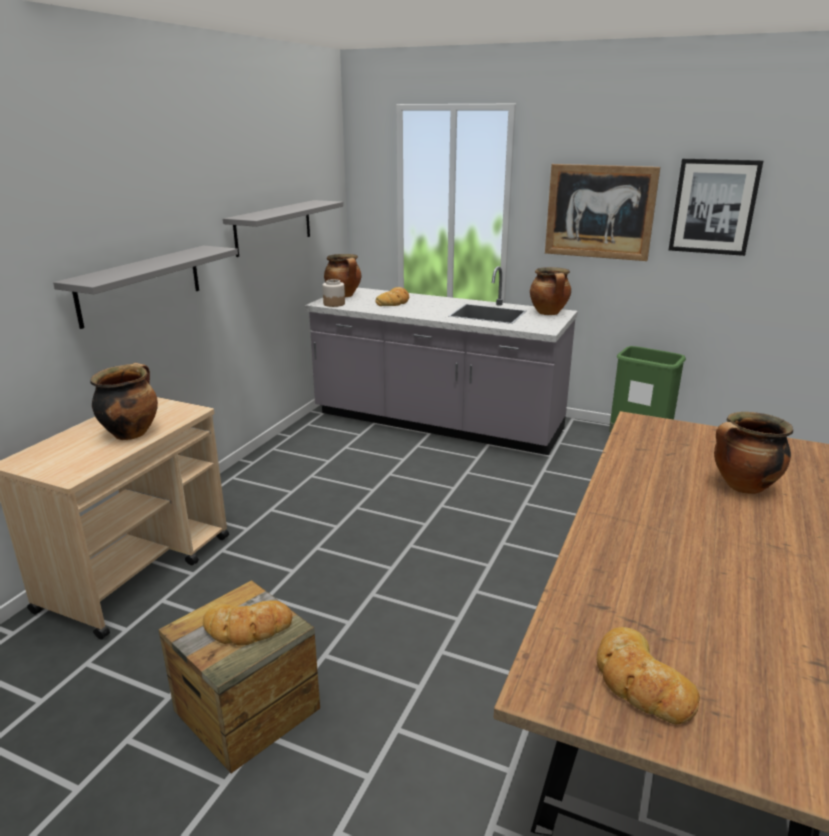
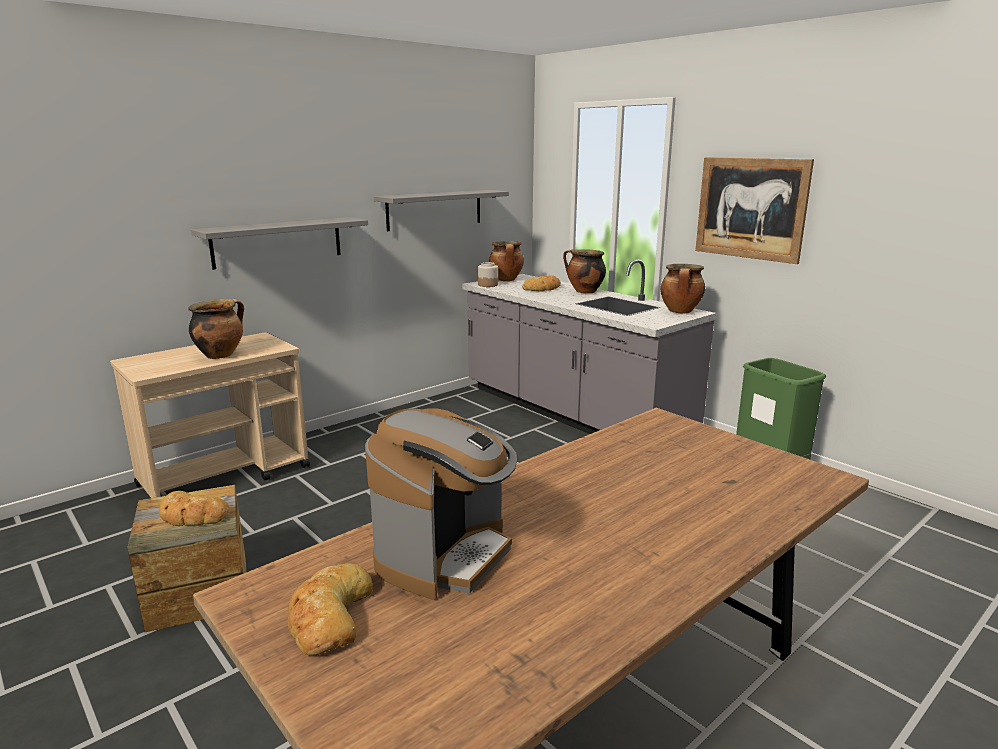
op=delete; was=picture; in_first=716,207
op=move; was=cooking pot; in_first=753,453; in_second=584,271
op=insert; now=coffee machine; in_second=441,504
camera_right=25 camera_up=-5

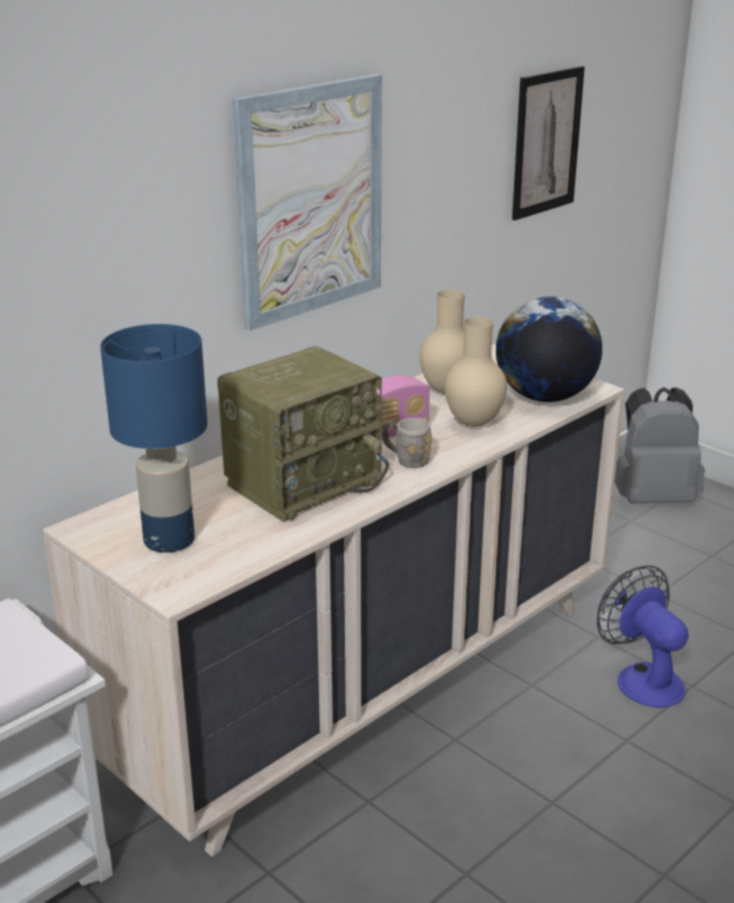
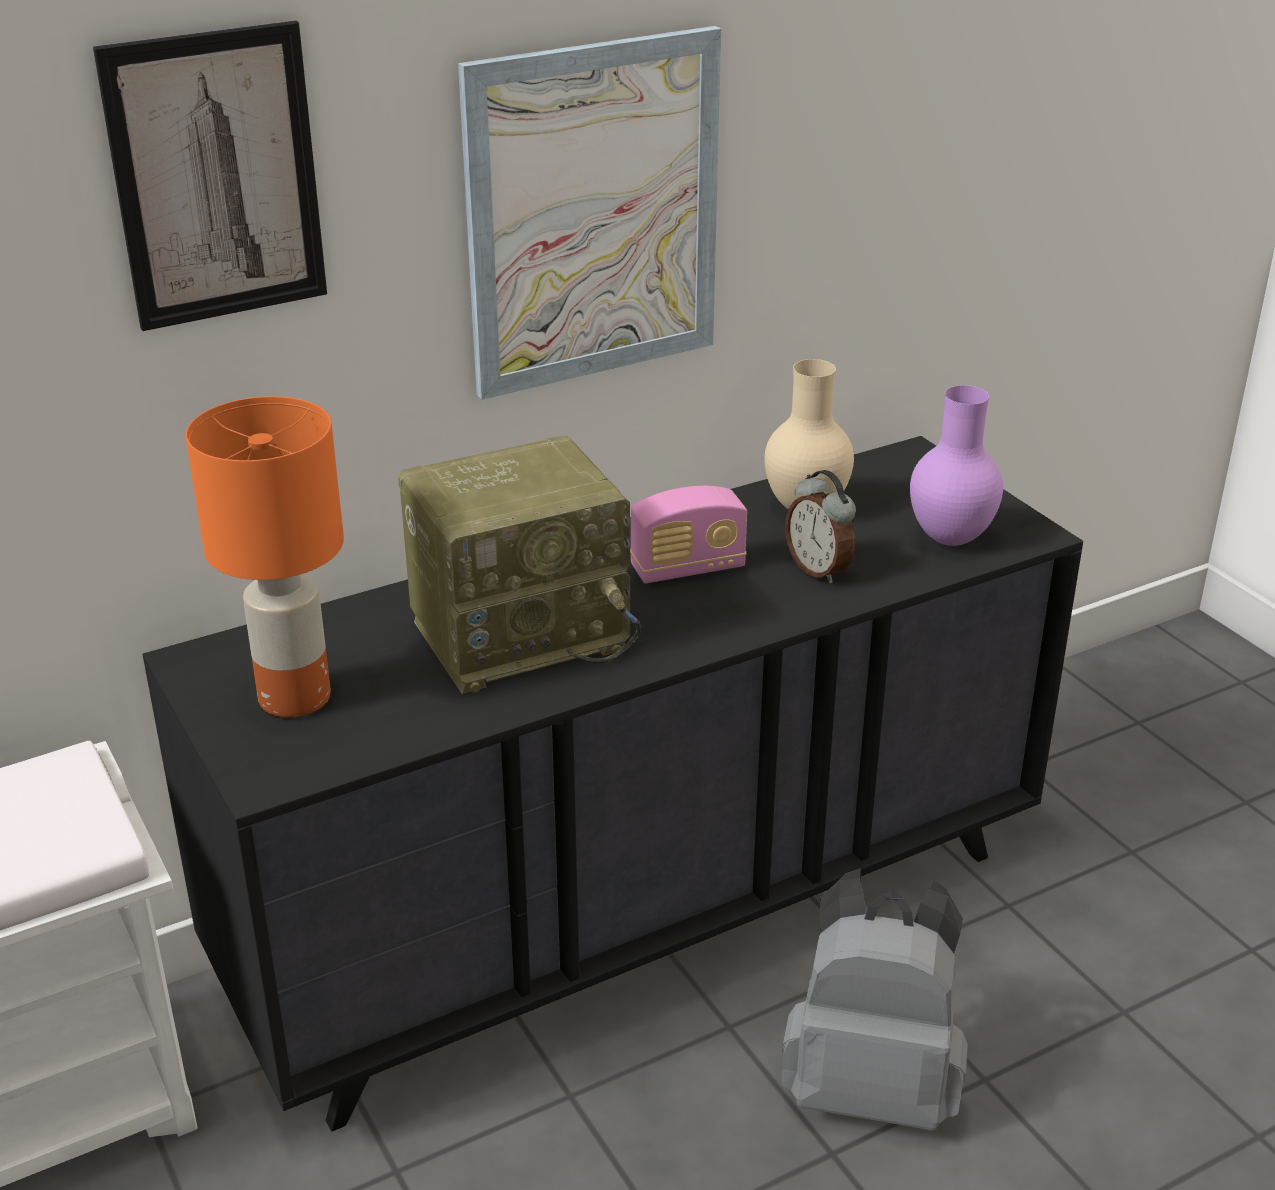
op=recolor; was=dresser in beige; now=dresser in black; in_first=334,600; in_second=613,784
op=recolor; was=table lamp in blue; now=table lamp in orange; in_first=154,438; in_second=265,557
op=delete; was=mug in grey; in_first=407,443
op=replace; was=vase in beige; now=alarm clock; in_first=476,372; in_second=820,526
op=replace; was=globe; now=vase in purple; in_first=549,349; in_second=956,465
op=move; was=picture; in_first=548,143; in_second=210,176
op=delete; was=fan; in_first=643,636
op=move; was=backpack in grey; in_first=660,445; in_second=874,999
camera_right=15 camera_up=5

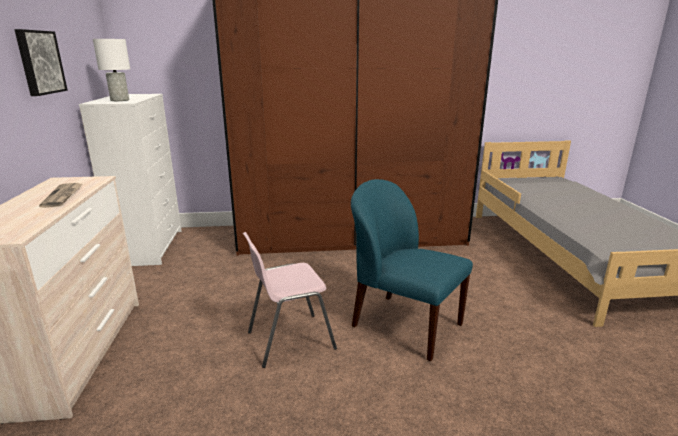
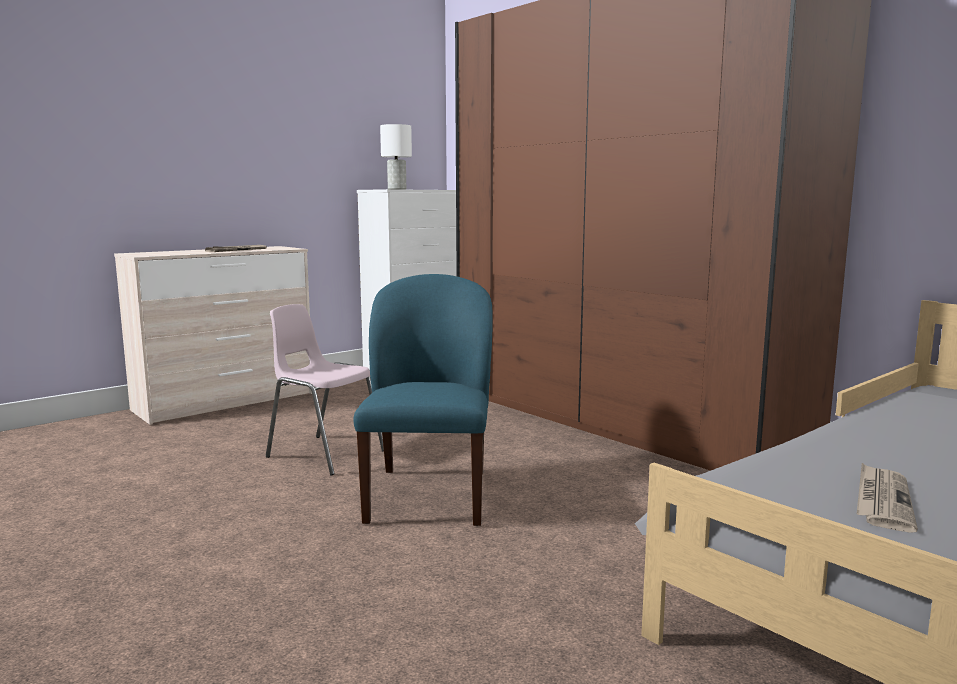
op=delete; was=picture; in_first=41,62
op=insert; now=newspaper; in_second=887,498
camera_right=55 camera_up=-10

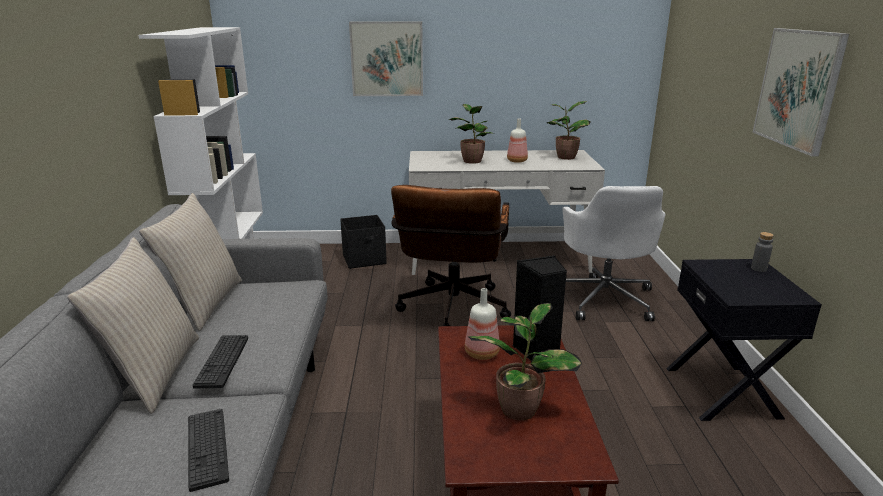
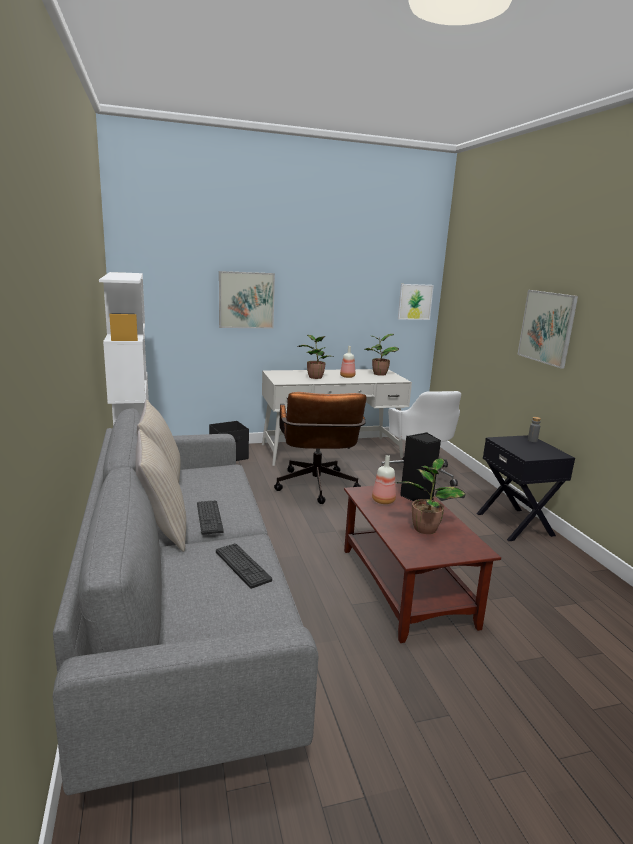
op=insert; now=picture; in_second=416,302
camera_right=-15 camera_up=-5

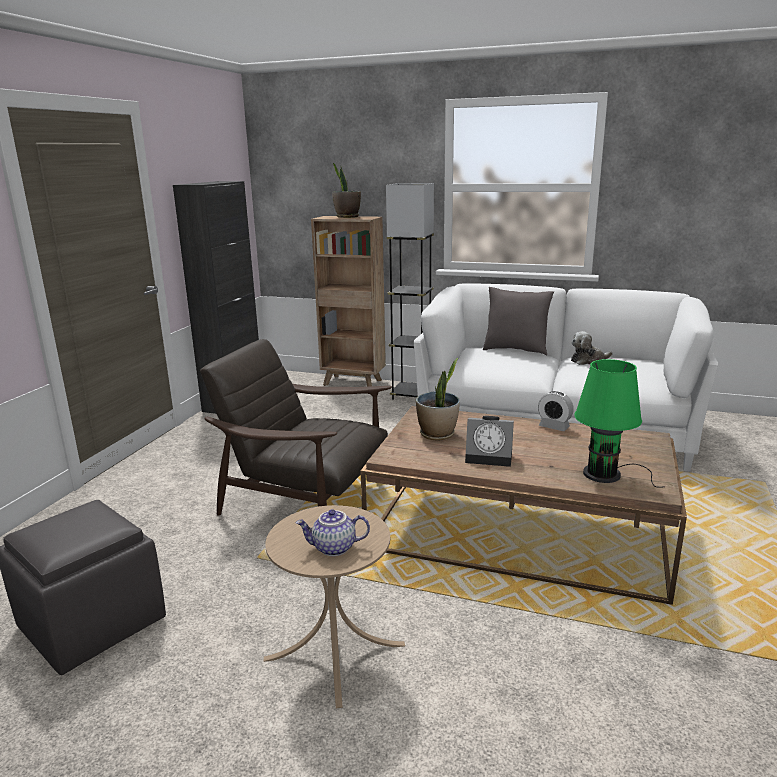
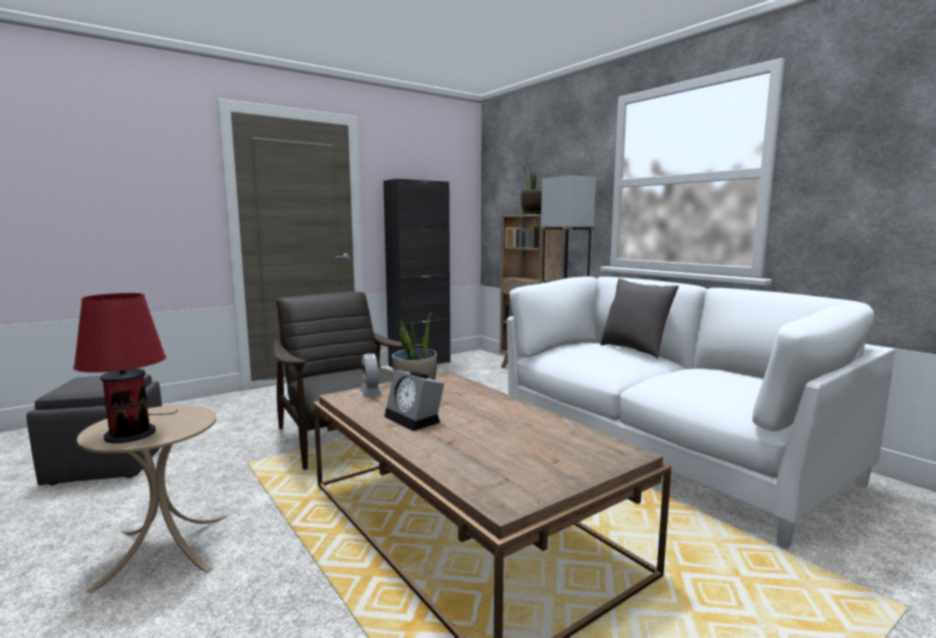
op=replace; was=teapot; now=table lamp in red; in_first=333,532; in_second=125,368
op=move; was=alarm clock; in_first=556,411; in_second=371,375
op=delete; was=plush toy; in_first=591,348
op=delete; was=table lamp in green; in_first=619,423
camera_right=35 camera_up=-10

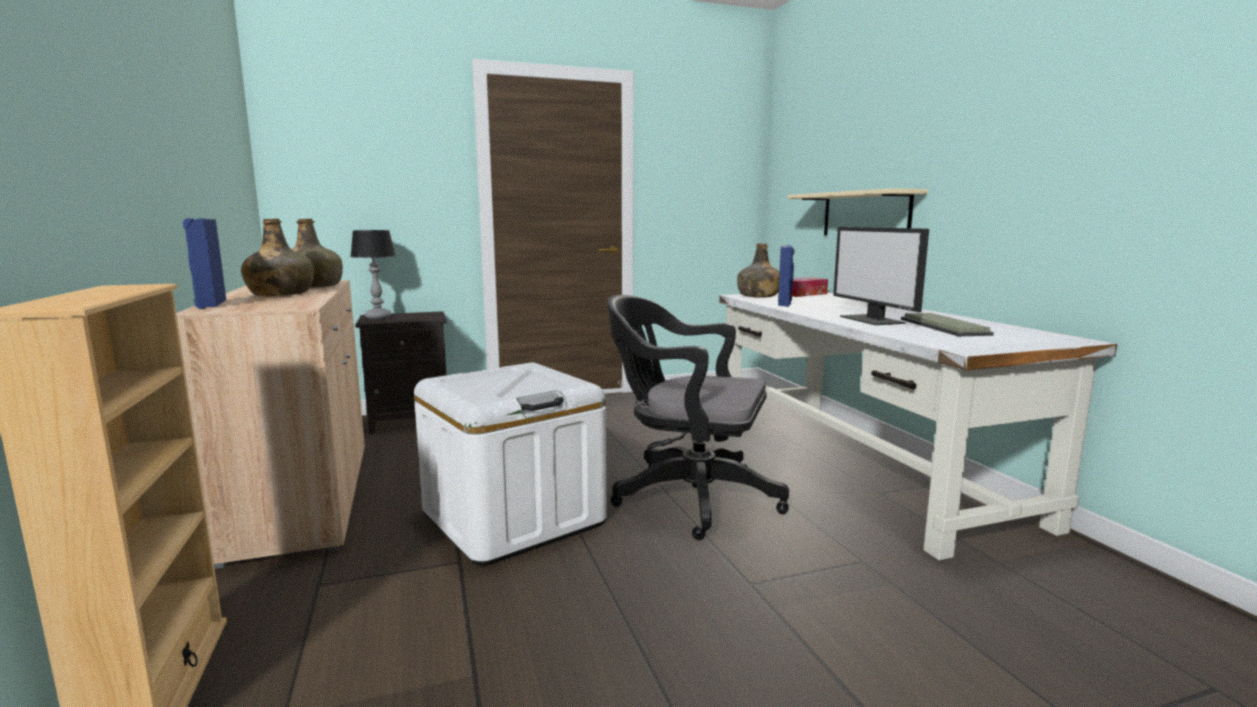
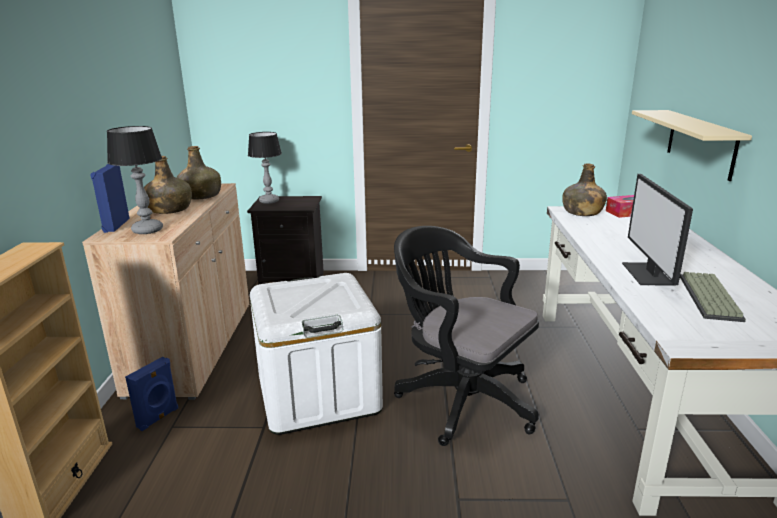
op=move; was=speaker in blue; in_first=786,276; in_second=151,394
op=insert; now=table lamp; in_second=135,180
camera_right=20 camera_up=10

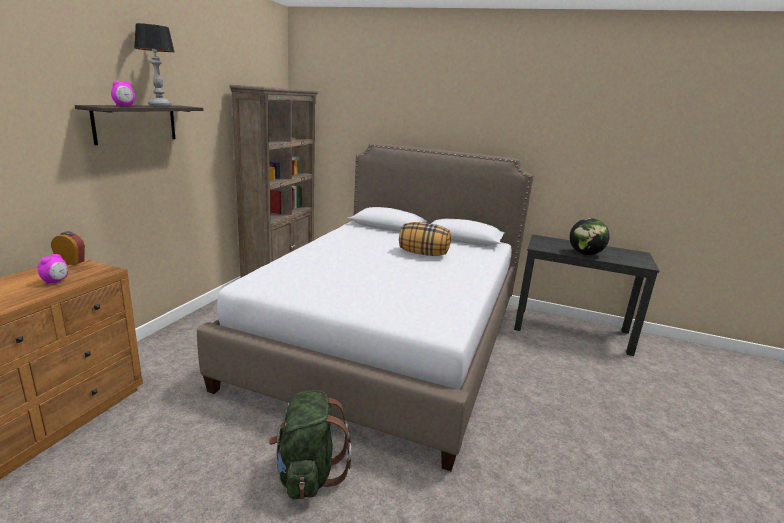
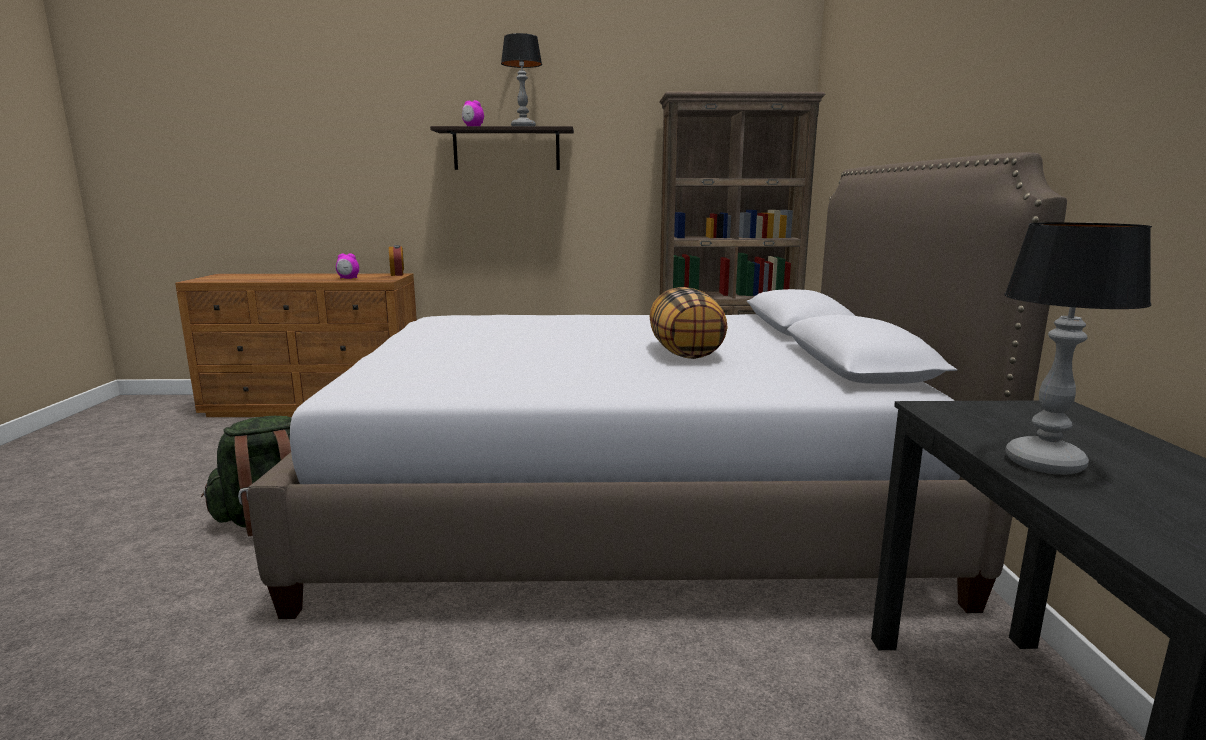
op=replace; was=globe; now=table lamp; in_first=590,236; in_second=1078,348
camera_right=70 camera_up=-5

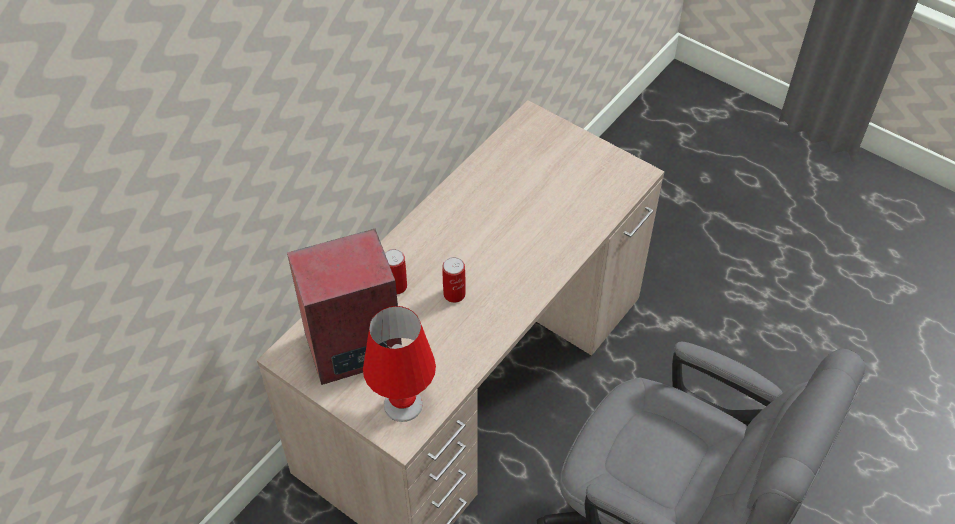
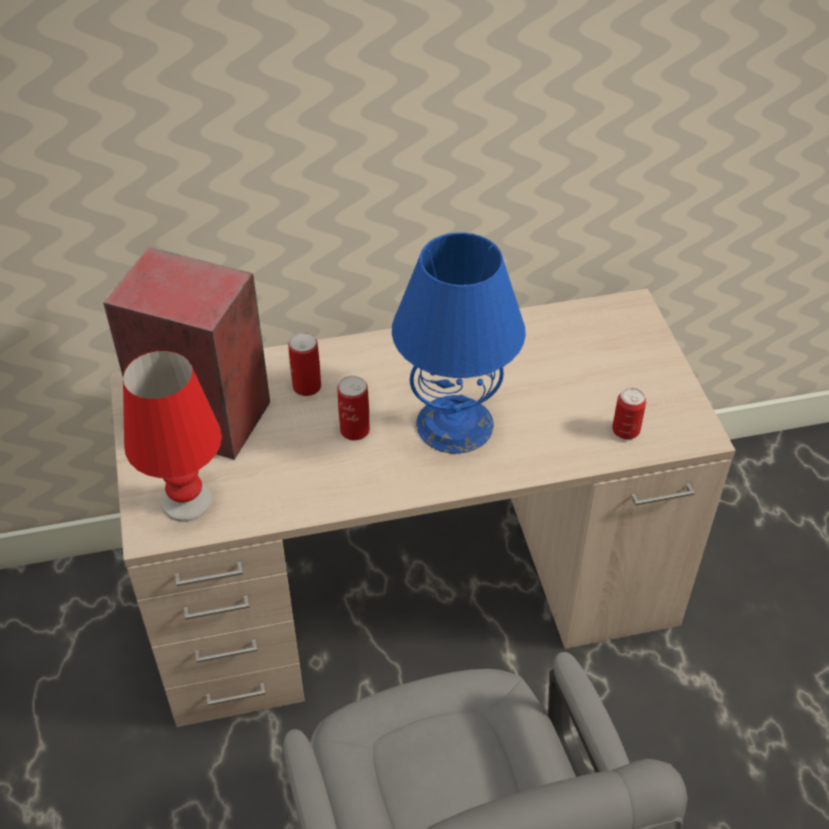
op=insert; now=table lamp in blue; in_second=459,343
op=insert; now=can; in_second=629,413
camera_right=40 camera_up=-5

